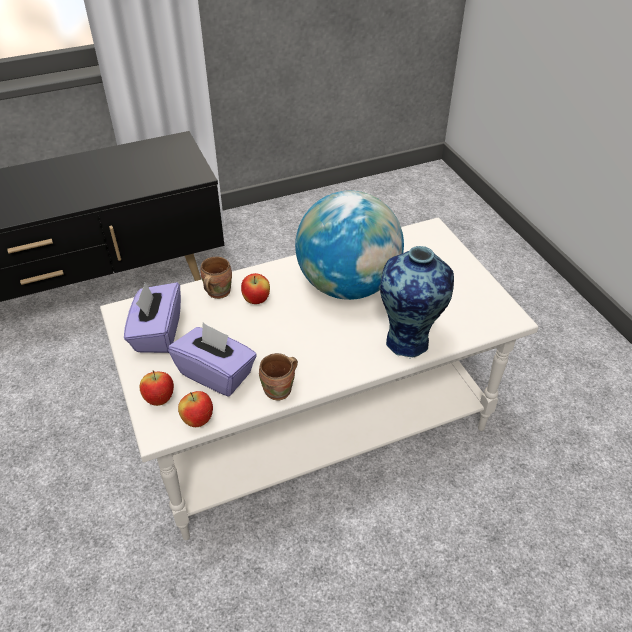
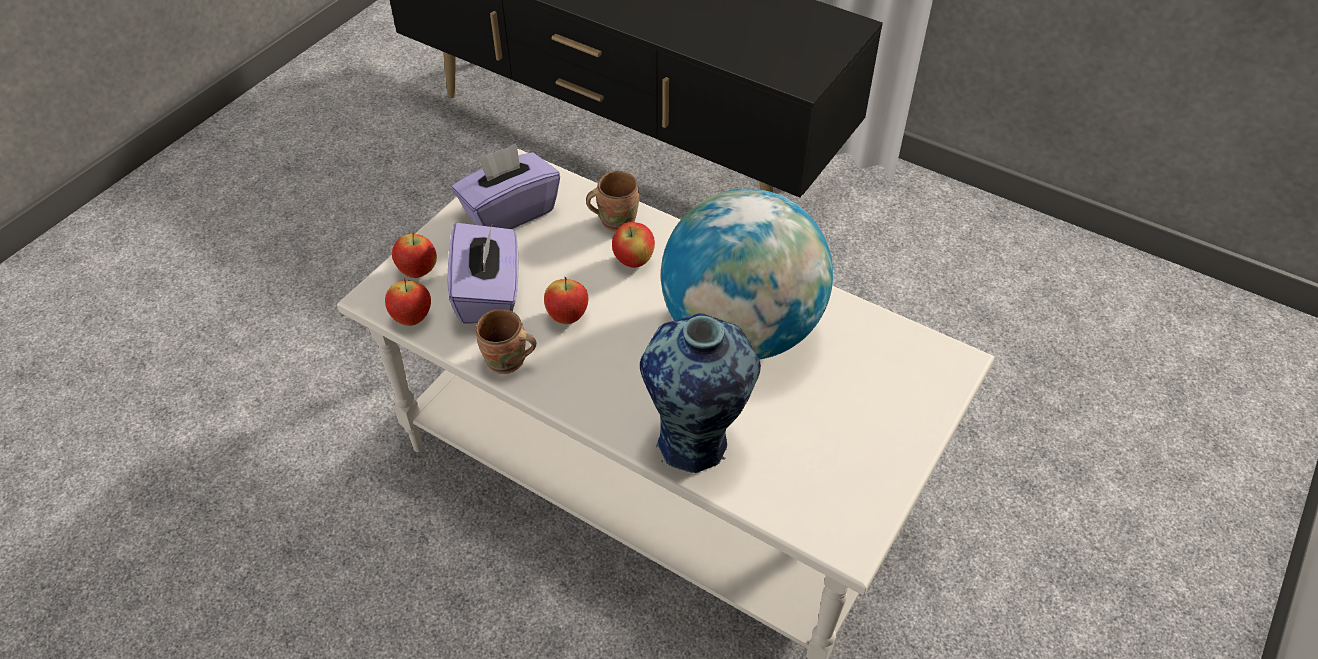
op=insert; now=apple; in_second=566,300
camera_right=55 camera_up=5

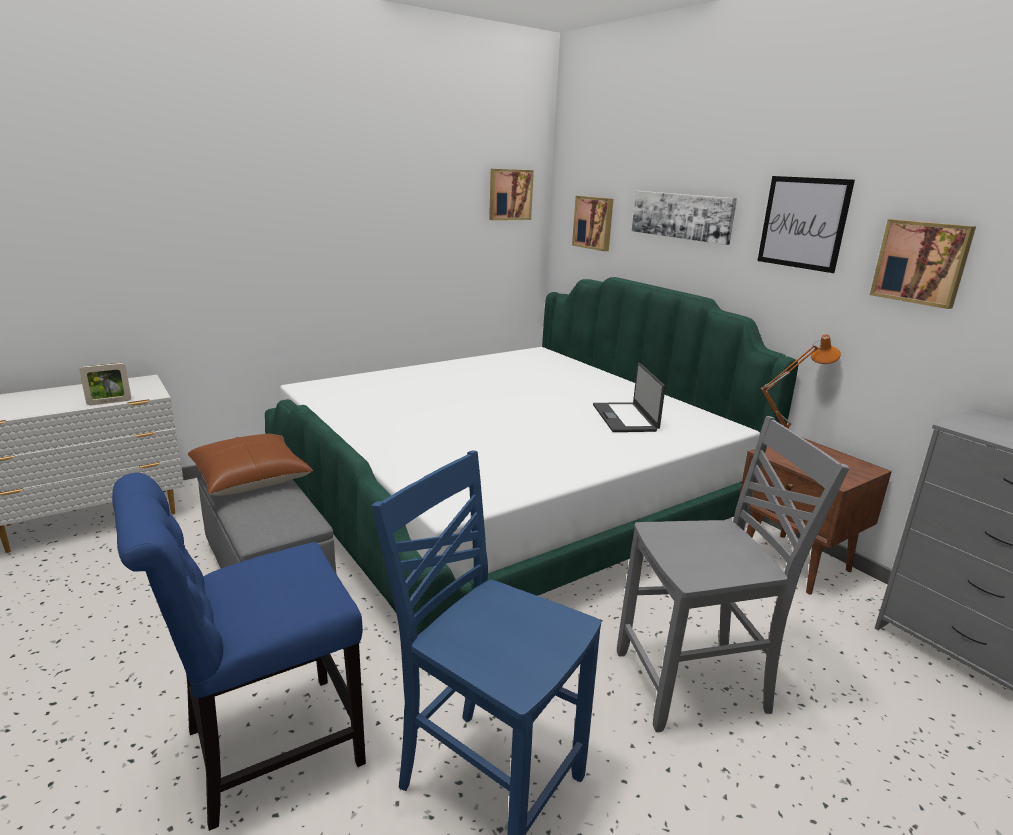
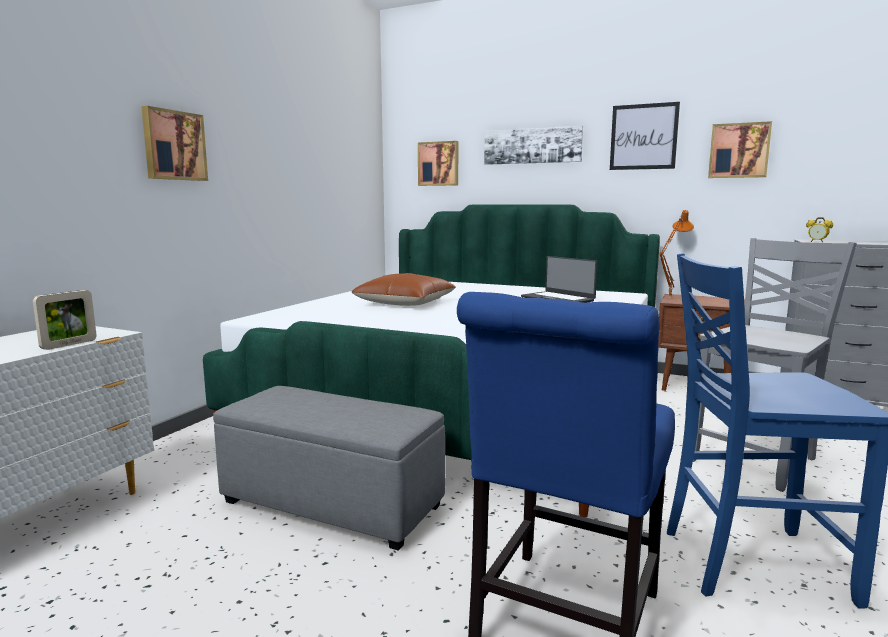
op=move; was=pillow in brown; in_first=250,465; in_second=404,289
op=move; was=picture; in_first=511,194; in_second=174,143
op=insert; now=alarm clock; in_second=819,229
camera_right=-30 camera_up=-10

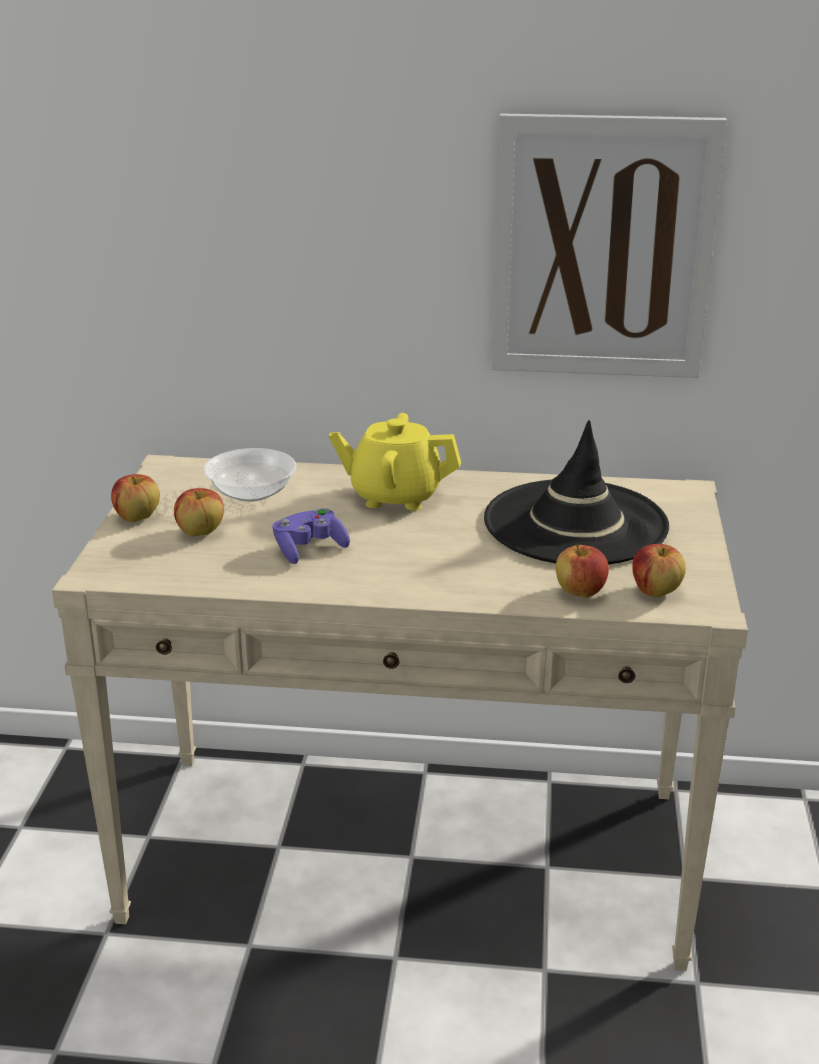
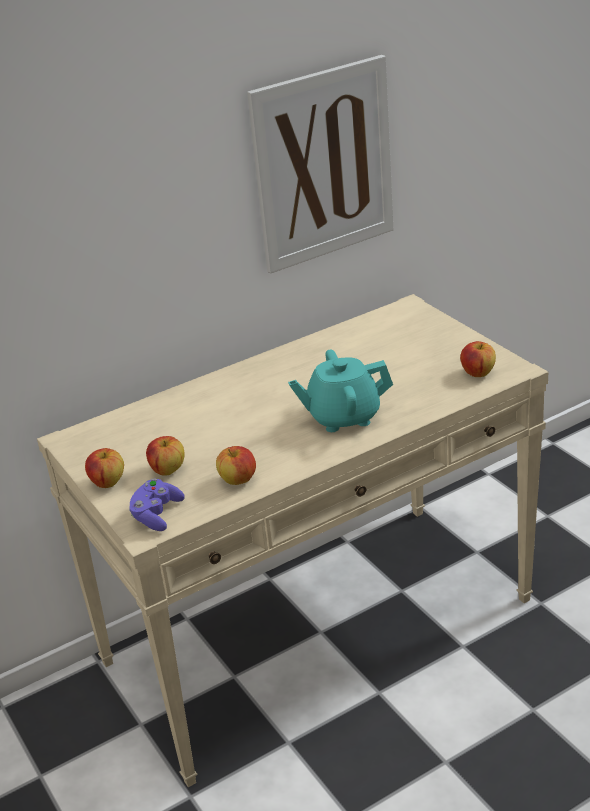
op=delete; was=bowl; in_first=250,475
op=move; was=game controller in purple; in_first=311,536; in_second=157,505
op=delete; was=teapot in yellow; in_first=395,462
op=delete; was=hat in black; in_first=576,492
op=move; was=apple; in_first=582,571; in_second=236,465
op=insert; now=teapot in turquoise; in_second=340,391
camera_right=-35 camera_up=5

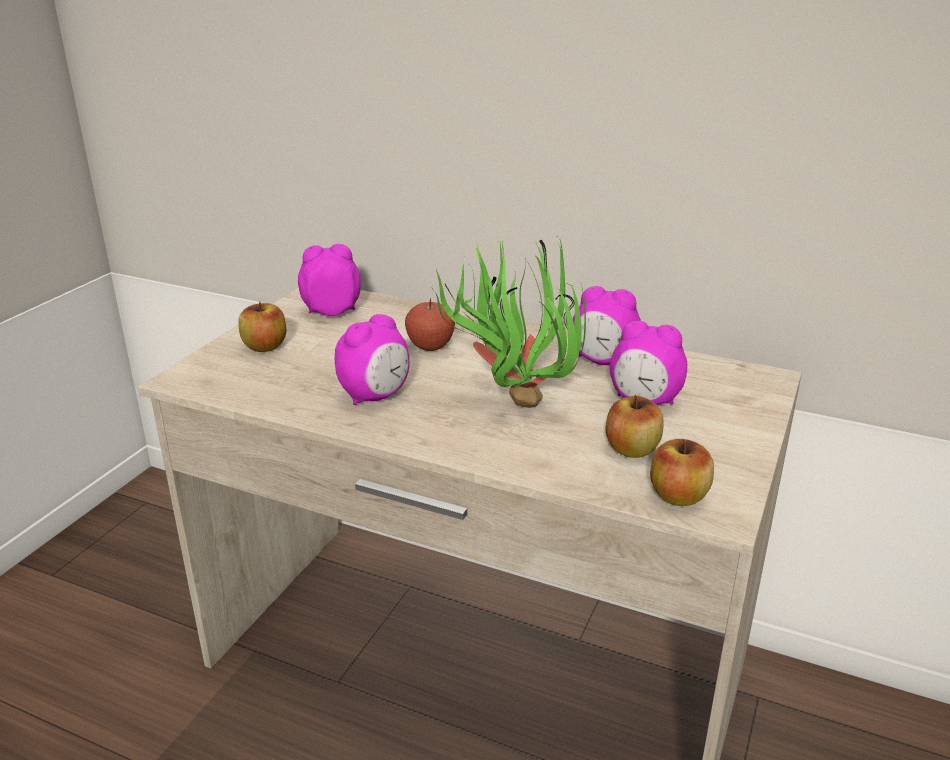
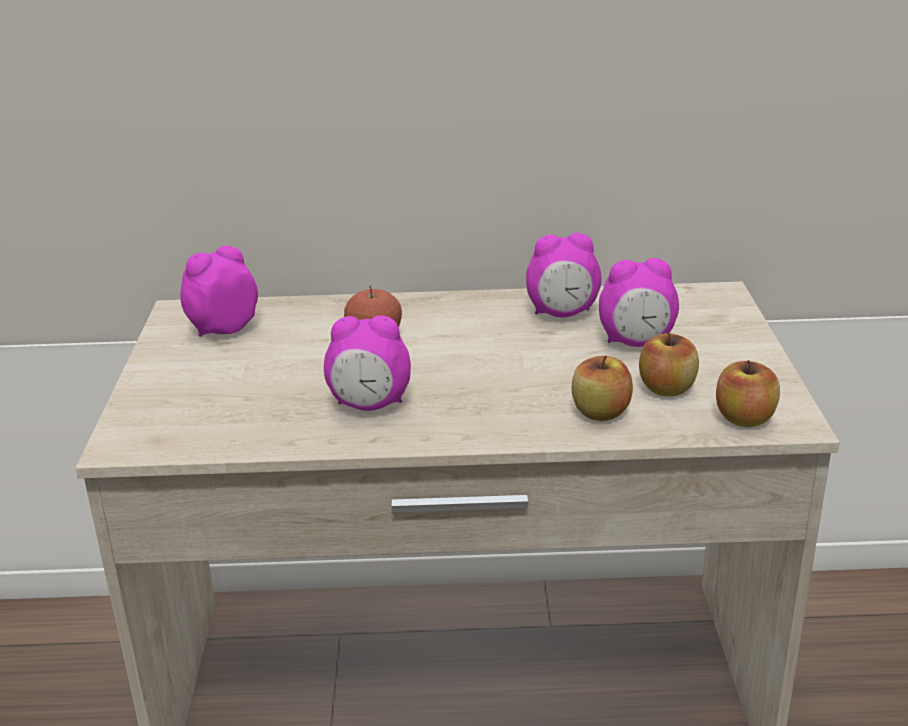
op=move; was=apple; in_first=262,326; in_second=602,388
op=rotate; was=alarm clock; in_first=372,359; in_second=367,363; clockwise=75
op=delete; was=potted plant; in_first=509,323
camera_right=-25 camera_up=0

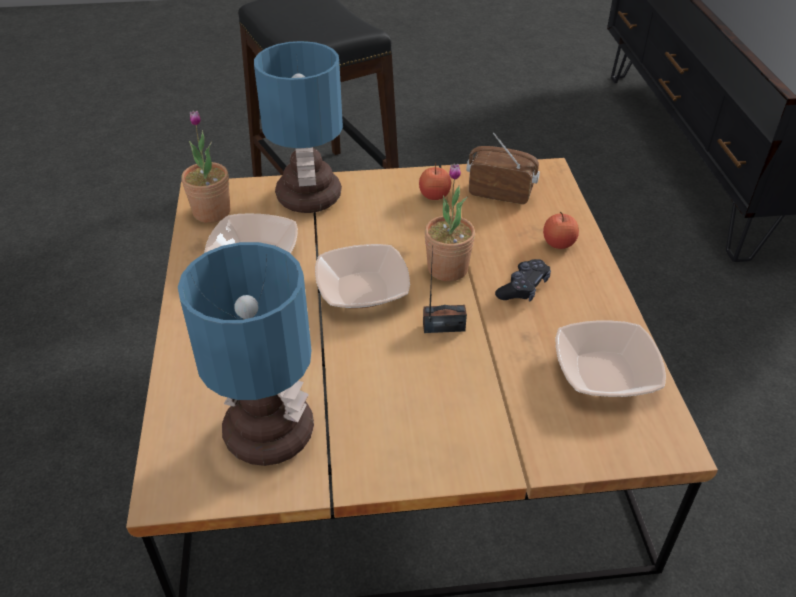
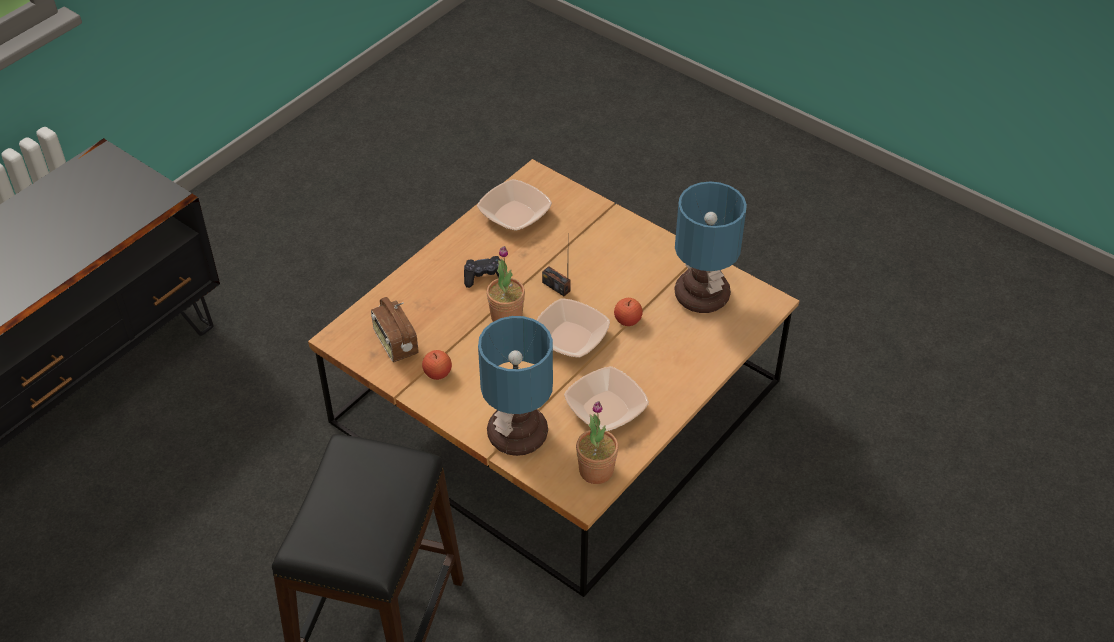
op=move; was=apple; in_first=561,230; in_second=628,312
camera_right=-135 camera_up=5

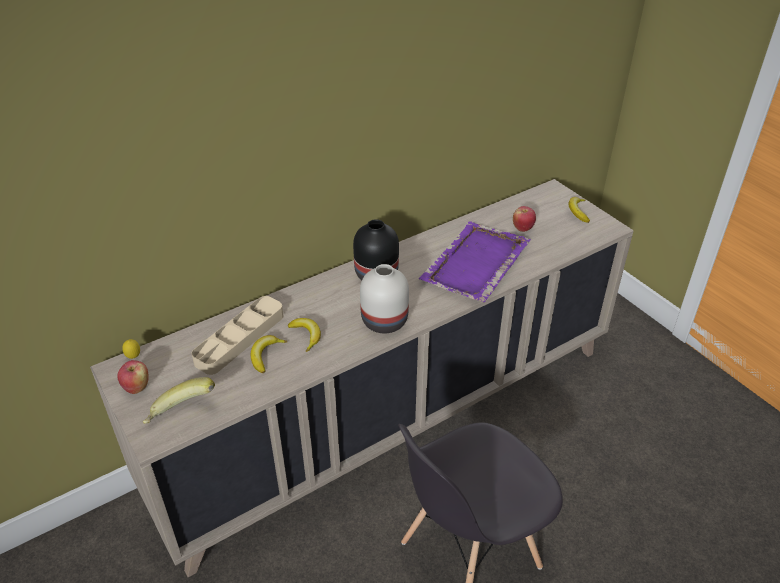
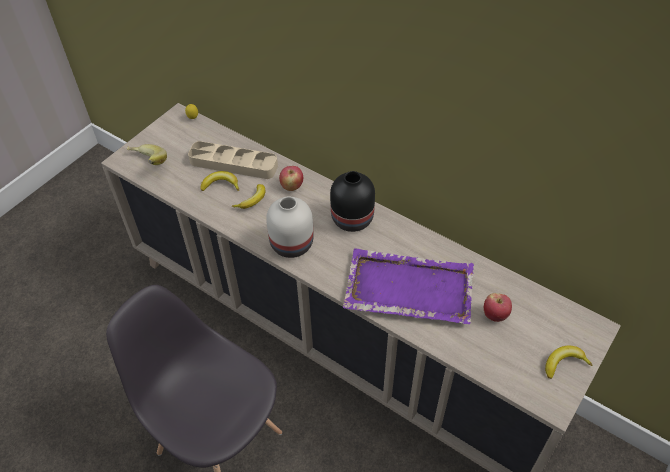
op=move; was=apple; in_first=133,377; in_second=291,178
camera_right=70 camera_up=10

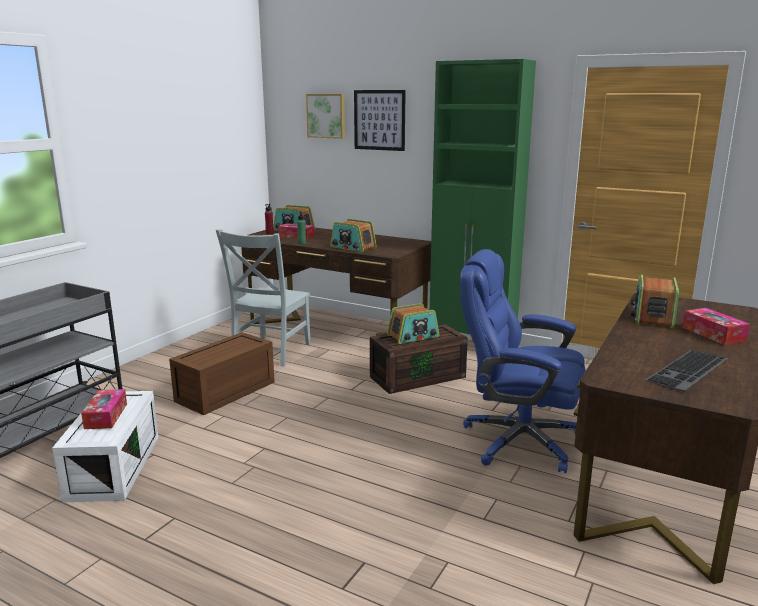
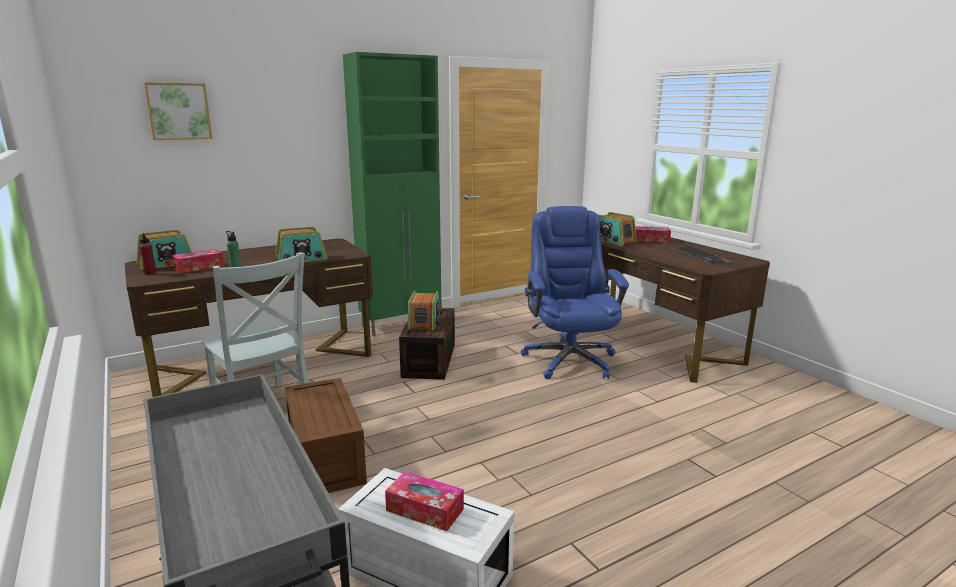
op=delete; was=picture; in_first=380,120
op=rotate; was=office chair in blue; in_first=522,361; in_second=575,292; clockwise=120
camera_right=-60 camera_up=0

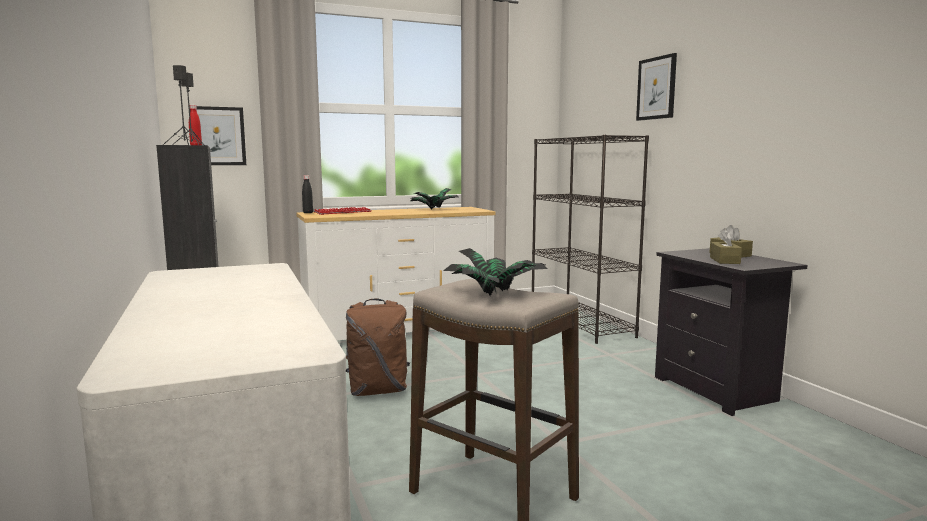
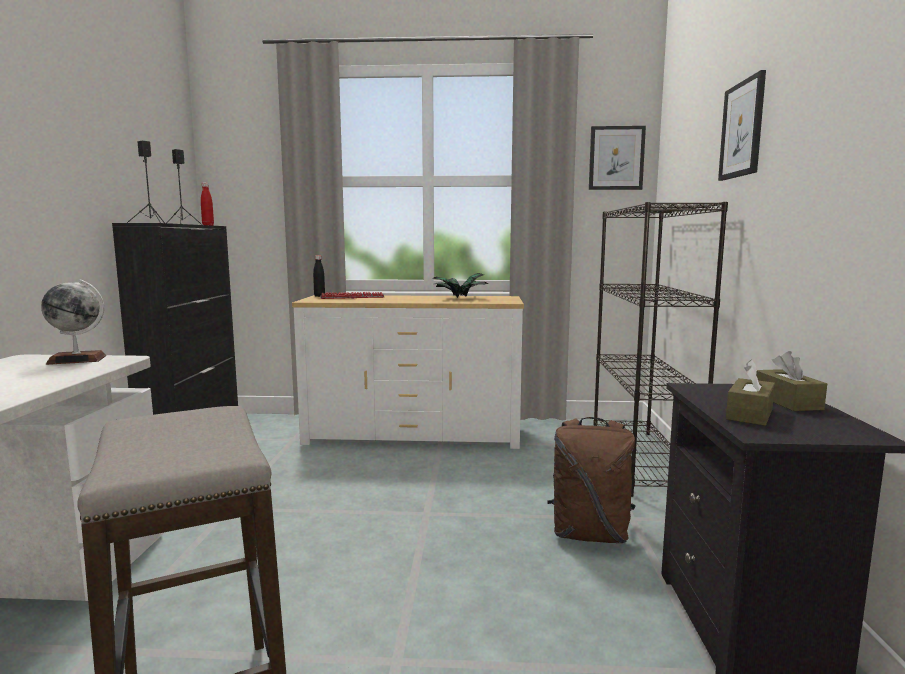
op=move; was=picture; in_first=221,135; in_second=617,158
op=move; was=backpack in brown; in_first=378,347; in_second=592,480
op=delete; was=potted plant; in_first=495,272
op=insert; now=globe; in_second=73,322
camera_right=25 camera_up=0

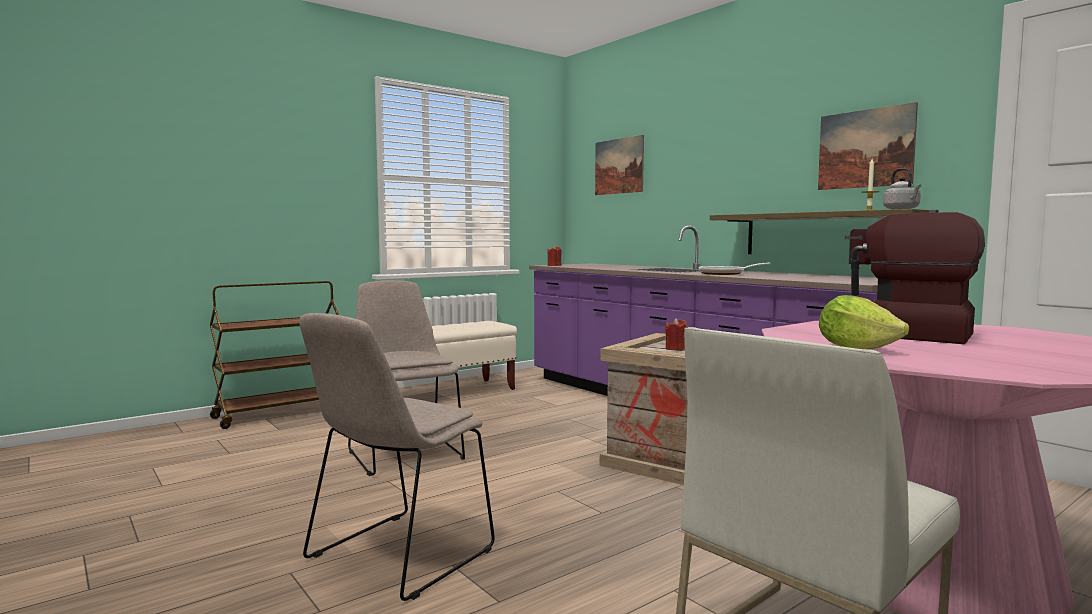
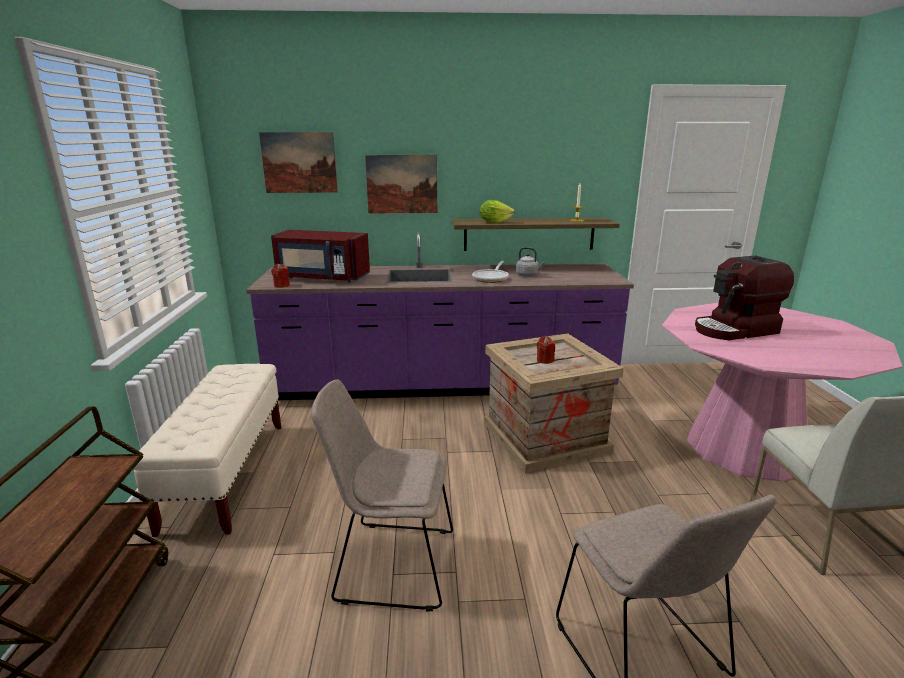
op=move; was=picture; in_first=868,146; in_second=401,184
op=move; was=lettuce; in_first=864,322; in_second=497,211
op=move; was=kettle in grey; in_first=902,188; in_second=530,262
op=insert; now=microwave in red; in_second=320,256
camera_right=-55 camera_up=15

